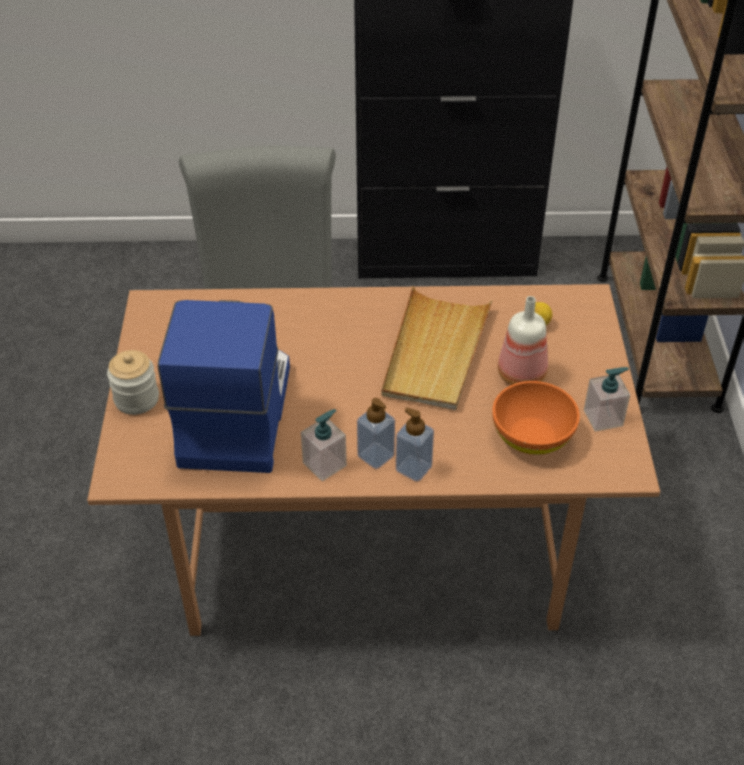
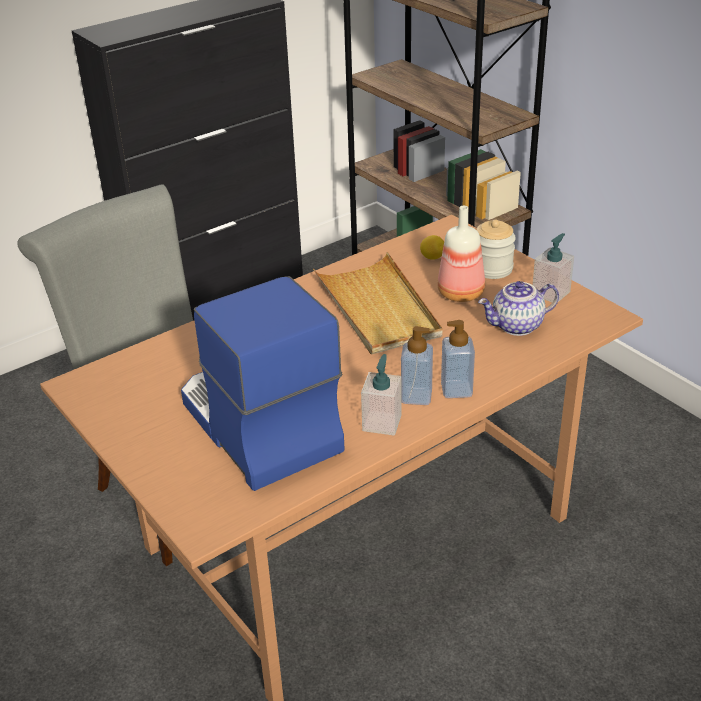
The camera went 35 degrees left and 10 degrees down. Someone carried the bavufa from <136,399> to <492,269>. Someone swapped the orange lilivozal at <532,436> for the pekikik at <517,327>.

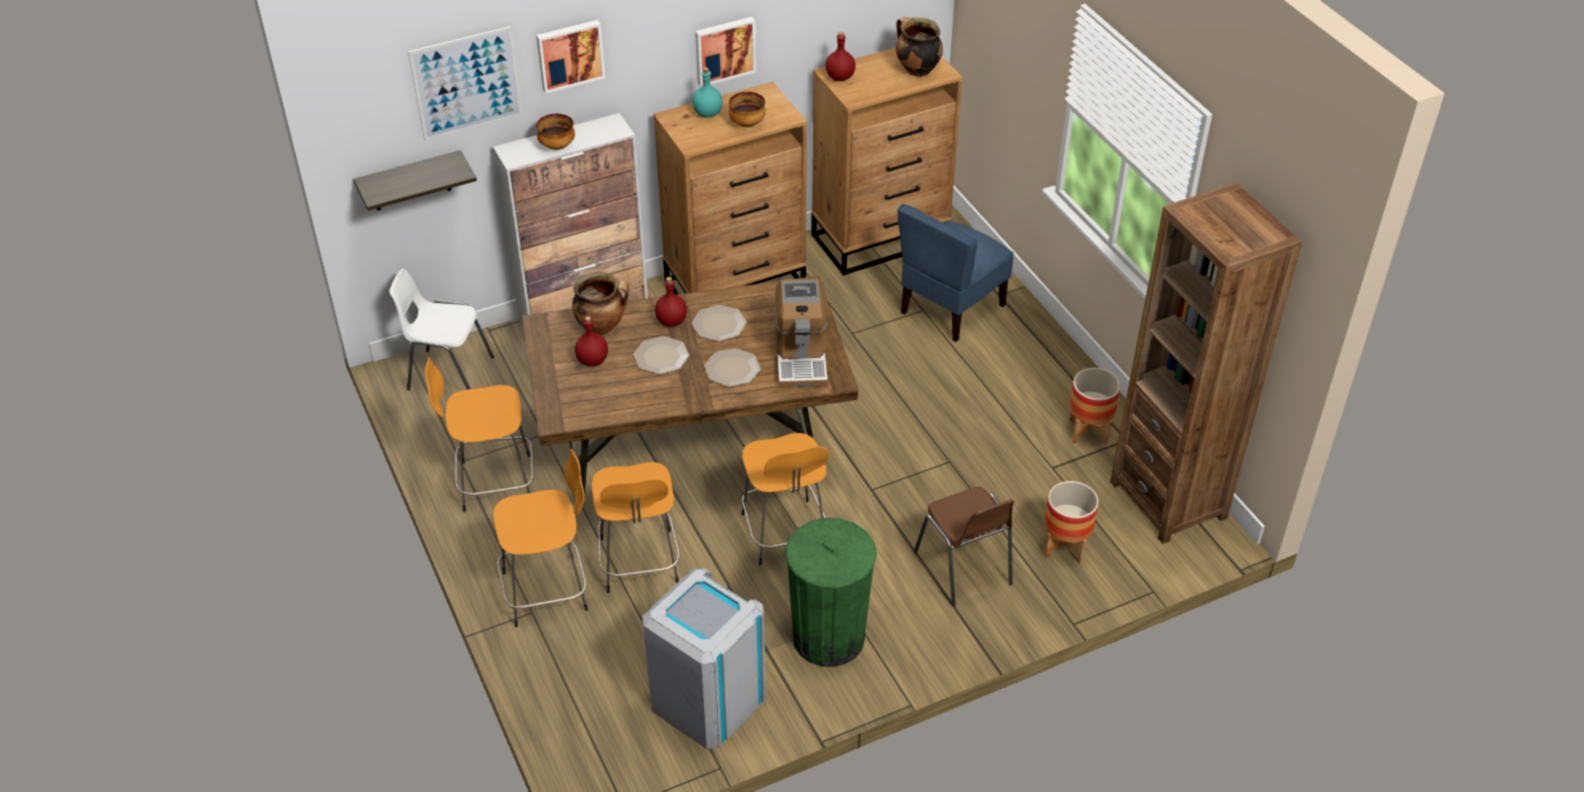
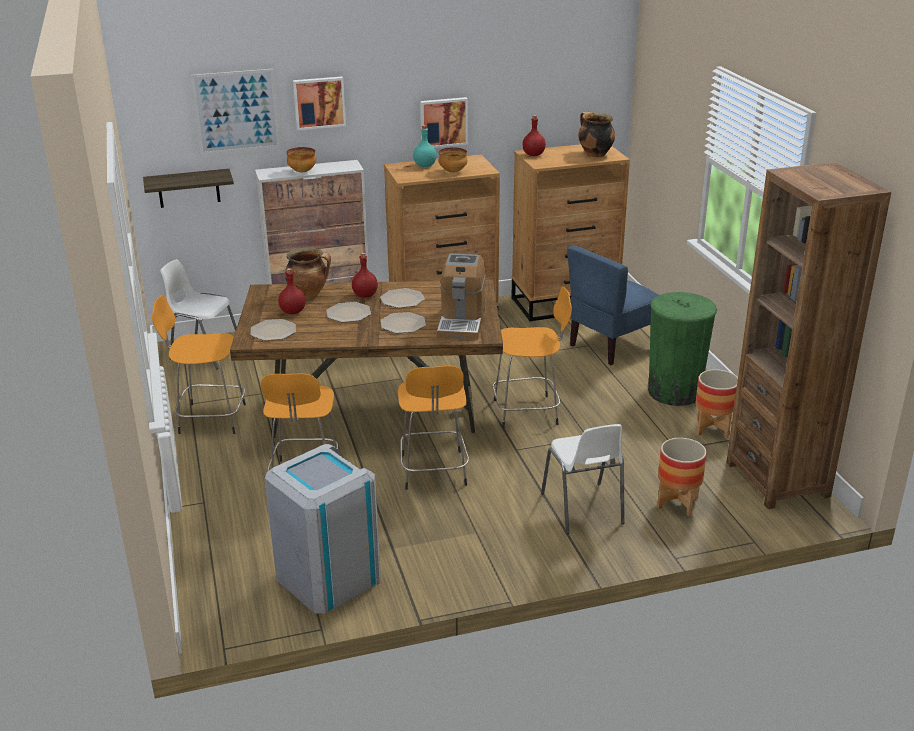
The camera went 10 degrees right and 15 degrees down. Someone carried the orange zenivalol from <549,590> to <528,412>. Someone carried the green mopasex from <828,637> to <674,392>. Someone repainted the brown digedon at <964,570>, which became the white digedon at <583,510>. Someone put down the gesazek at <273,331>.

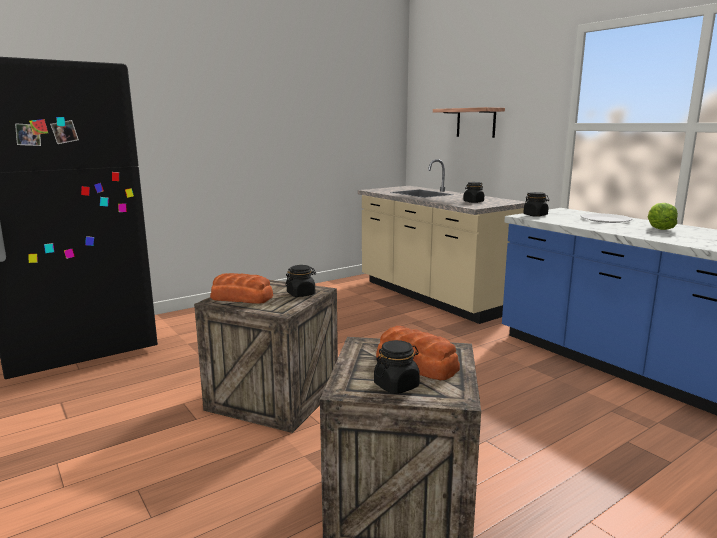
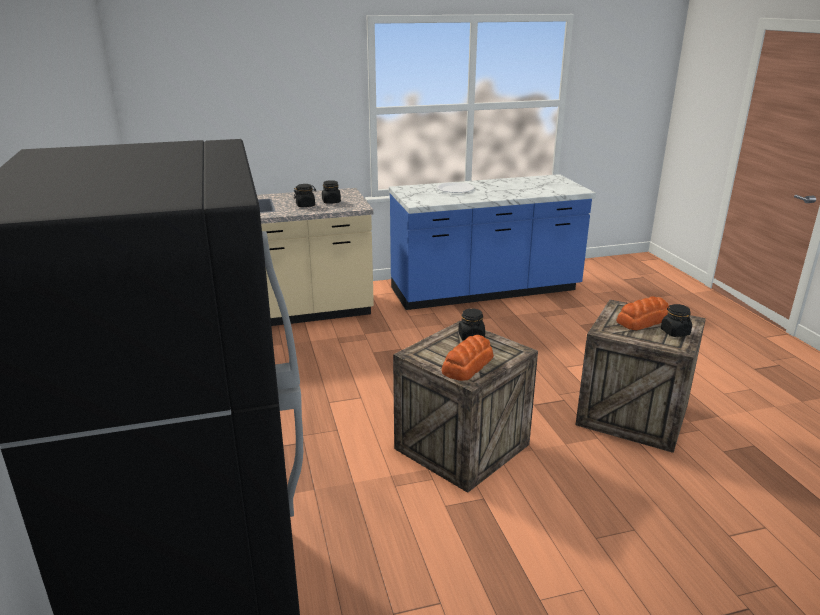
The camera went 70 degrees left and 10 degrees up. Someone took away the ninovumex at <476,123>. Someone carried the black bavufa from <535,215> to <305,205>. Someone took away the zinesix at <659,229>.

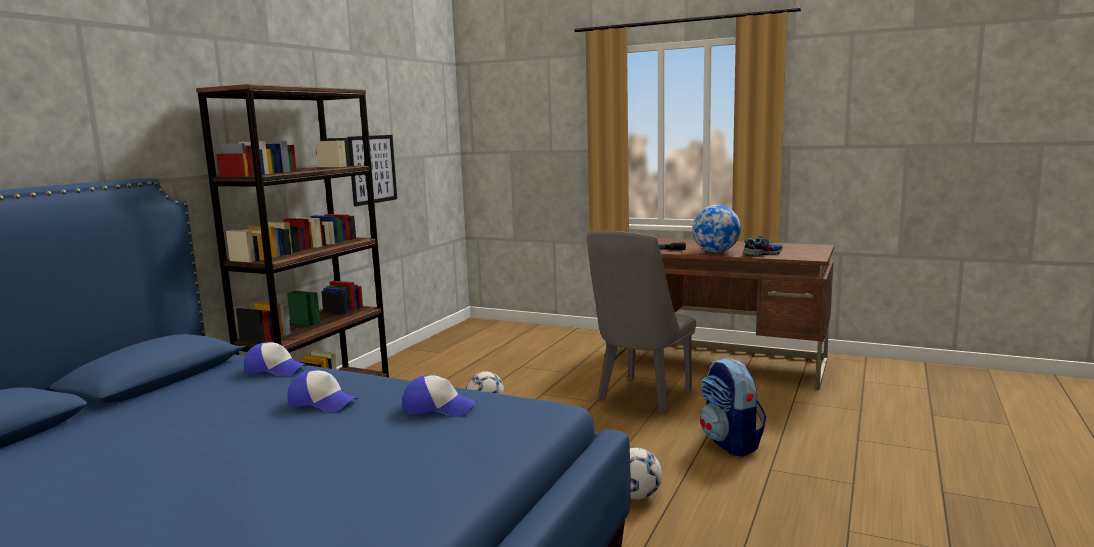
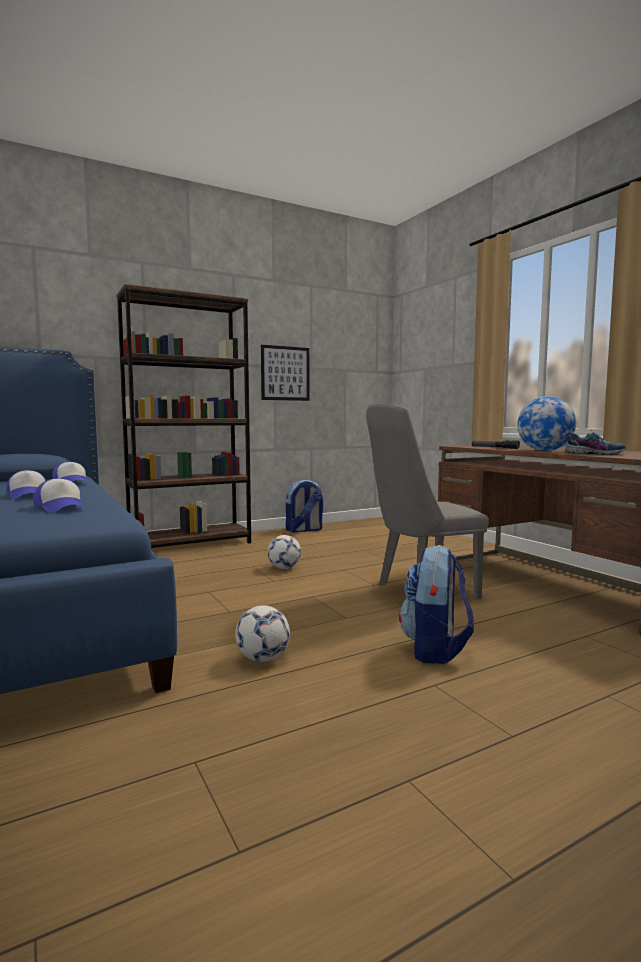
The camera went 35 degrees right and 5 degrees down. Someone put down the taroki at <304,530>.

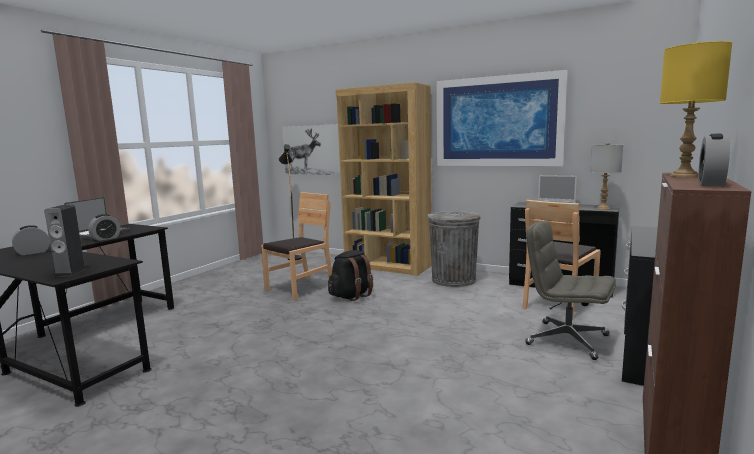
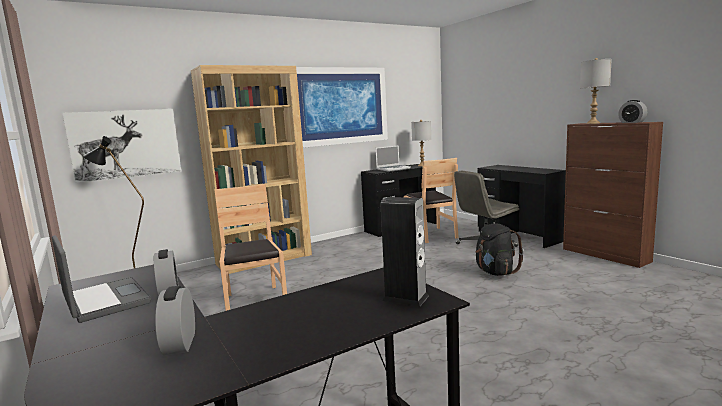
The camera went 60 degrees left and 0 degrees up. Someone carried the black taroki from <352,296> to <495,272>. Someone took away the grey mopasex at <453,280>. Someone repainted the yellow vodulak at <684,176>, which became the grey vodulak at <593,123>.

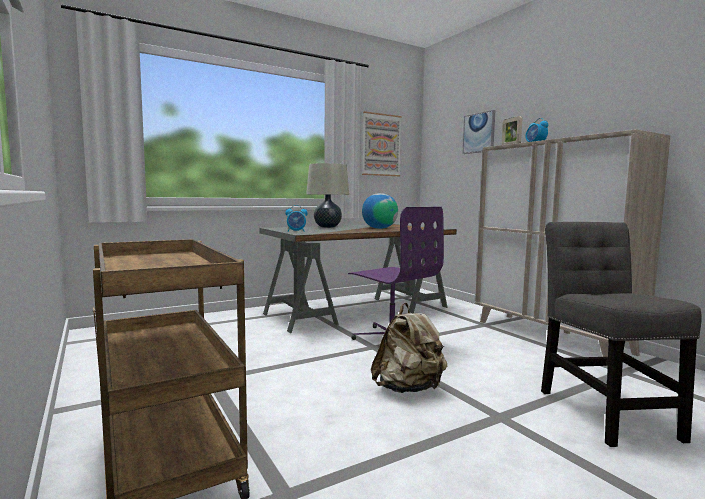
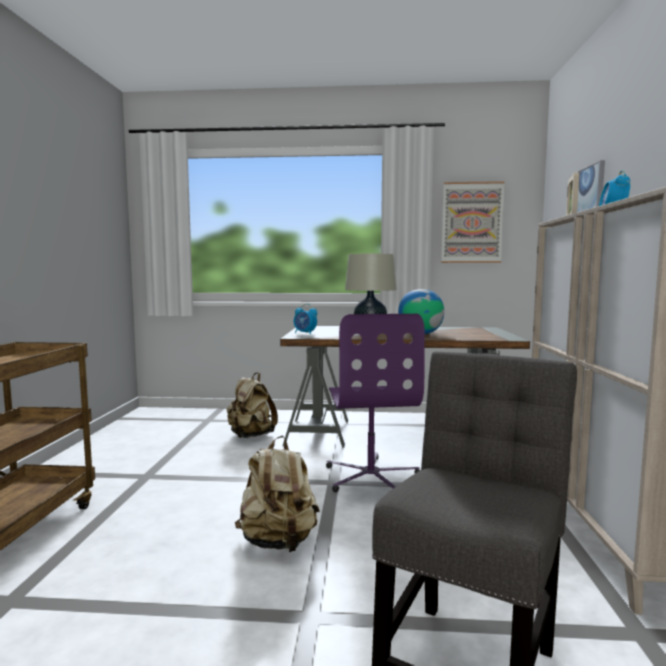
The camera went 35 degrees right and 0 degrees up. Someone put down the beige taroki at <251,436>.

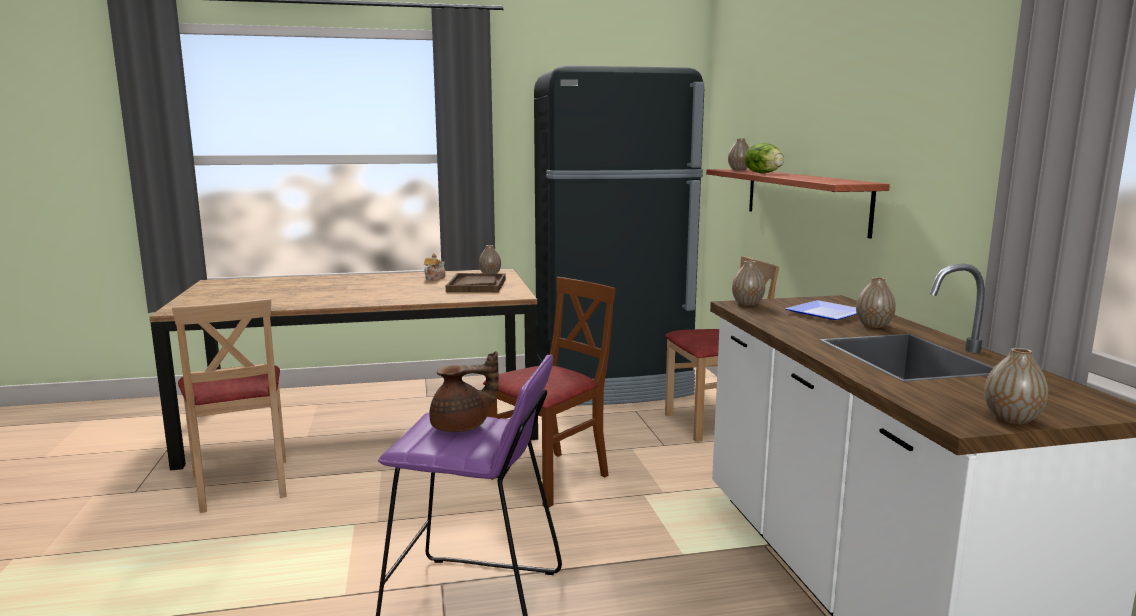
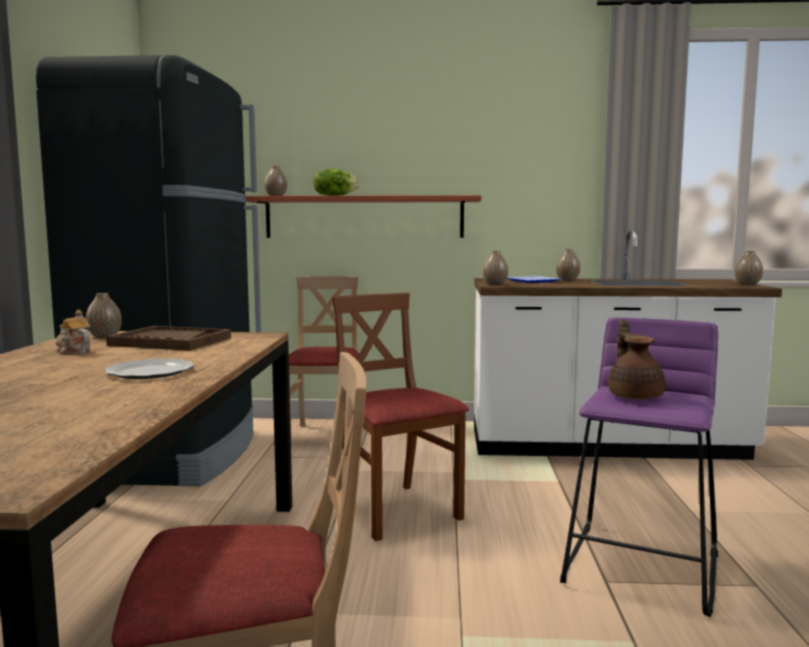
The camera went 75 degrees left and 5 degrees down. Someone put down the gesazek at <149,372>.

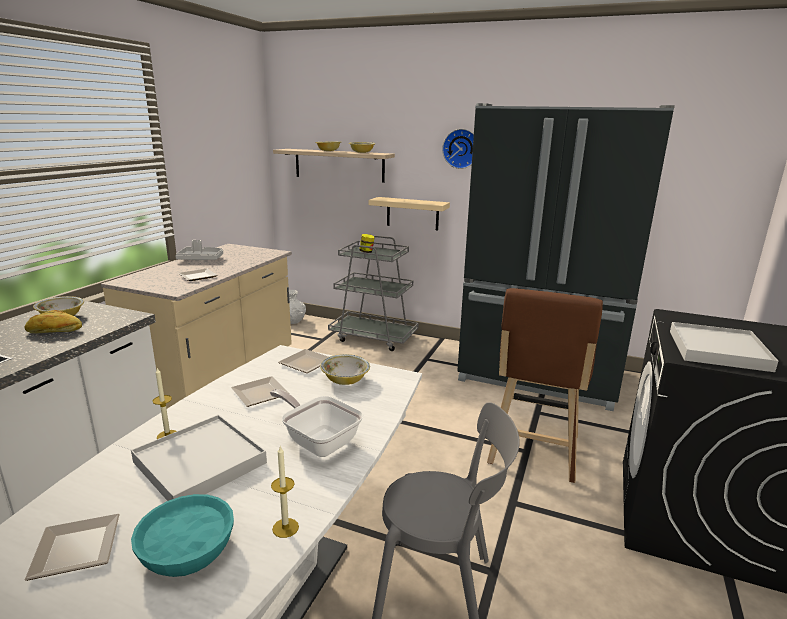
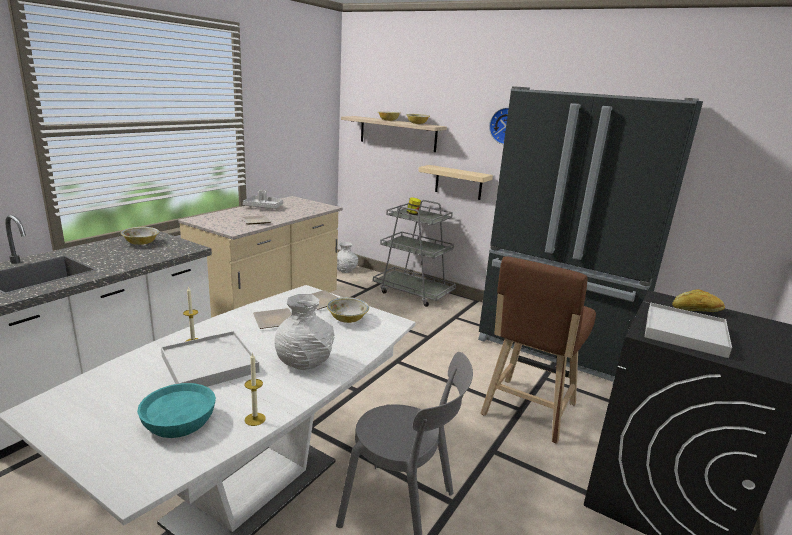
The camera went 10 degrees right and 0 degrees up. Someone carried the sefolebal from <55,331> to <697,310>. Someone took away the gesazek at <73,552>. Someone swapped the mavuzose at <318,441> for the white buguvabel at <305,362>.

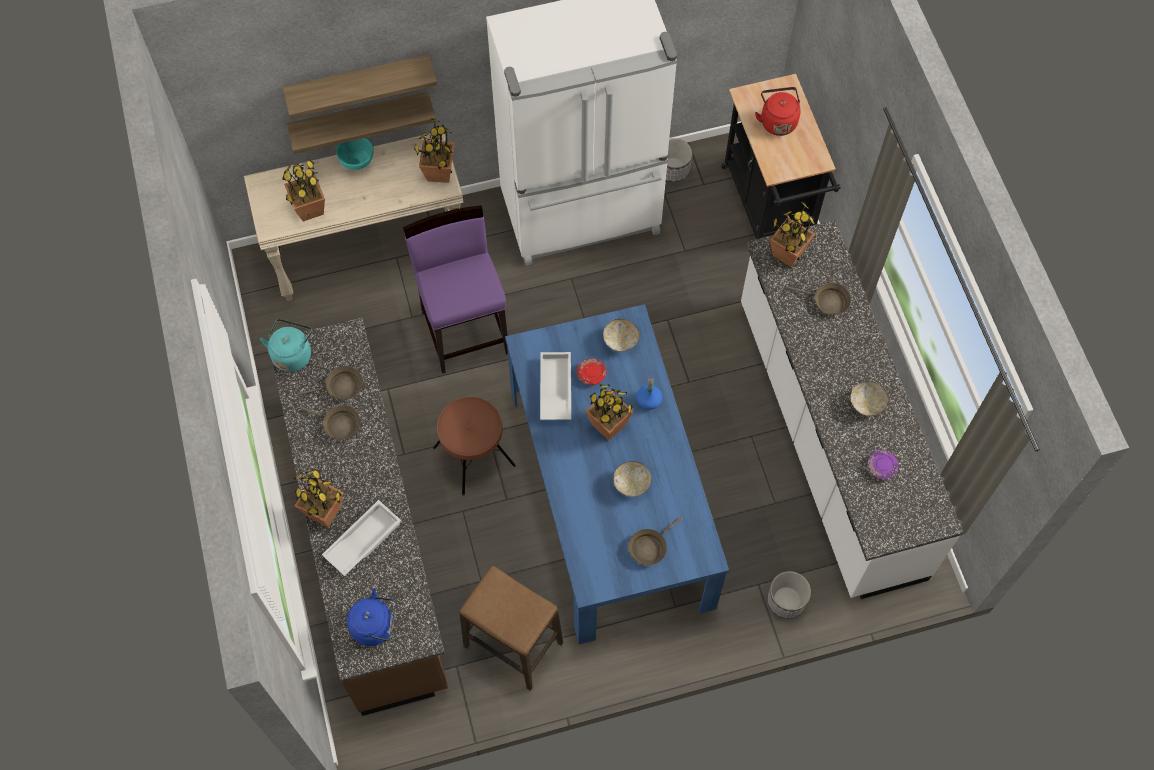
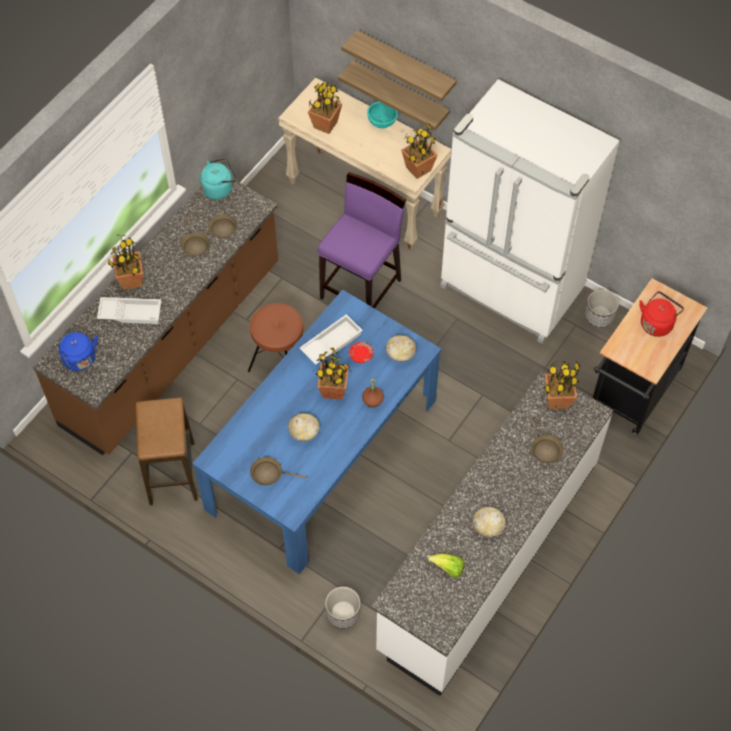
The camera went 50 degrees right and 5 degrees down. Someone repainted the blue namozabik at <648,401>, which became the brown namozabik at <372,400>. Someone swapped the purple gesazek at <881,467> for the zinesix at <448,568>.

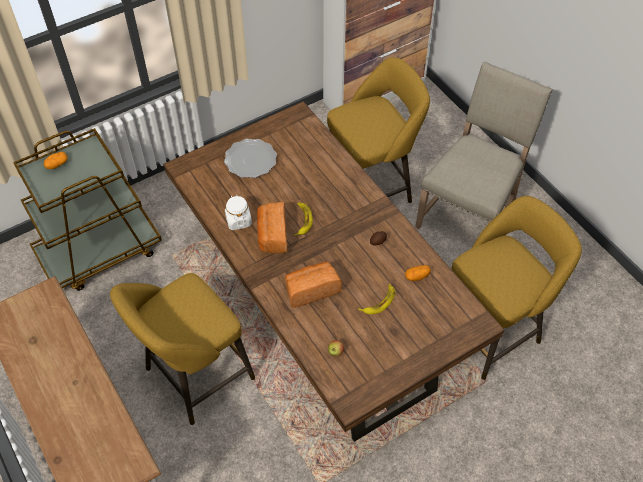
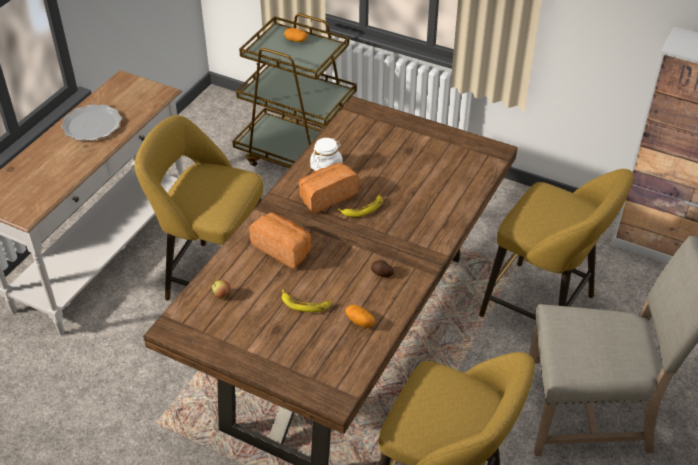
The camera went 60 degrees right and 10 degrees down. Someone carried the gesazek from <251,160> to <92,125>.

